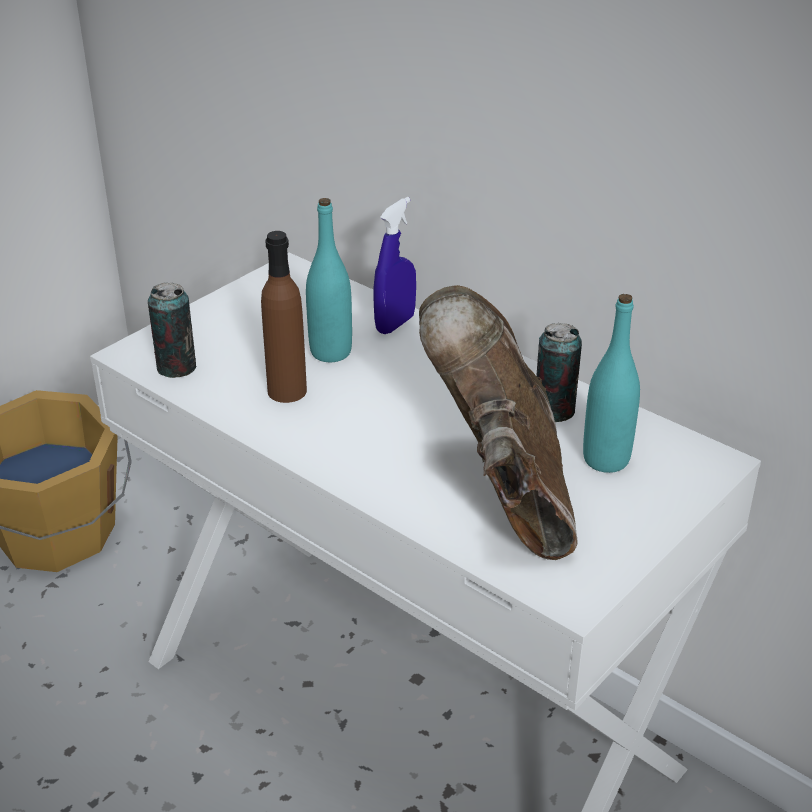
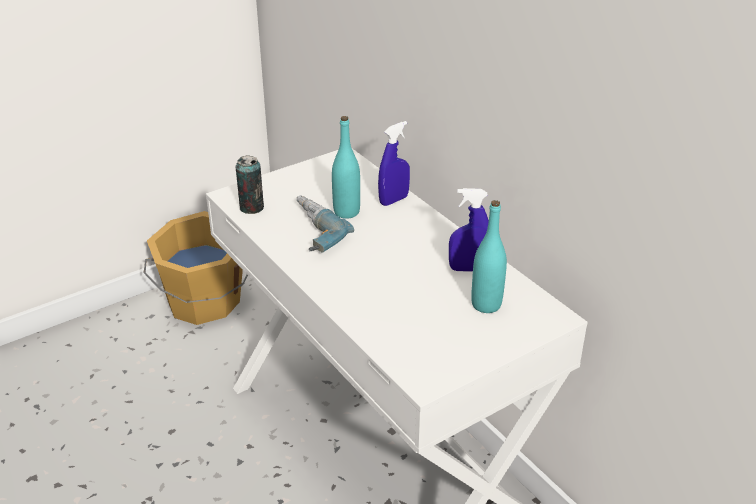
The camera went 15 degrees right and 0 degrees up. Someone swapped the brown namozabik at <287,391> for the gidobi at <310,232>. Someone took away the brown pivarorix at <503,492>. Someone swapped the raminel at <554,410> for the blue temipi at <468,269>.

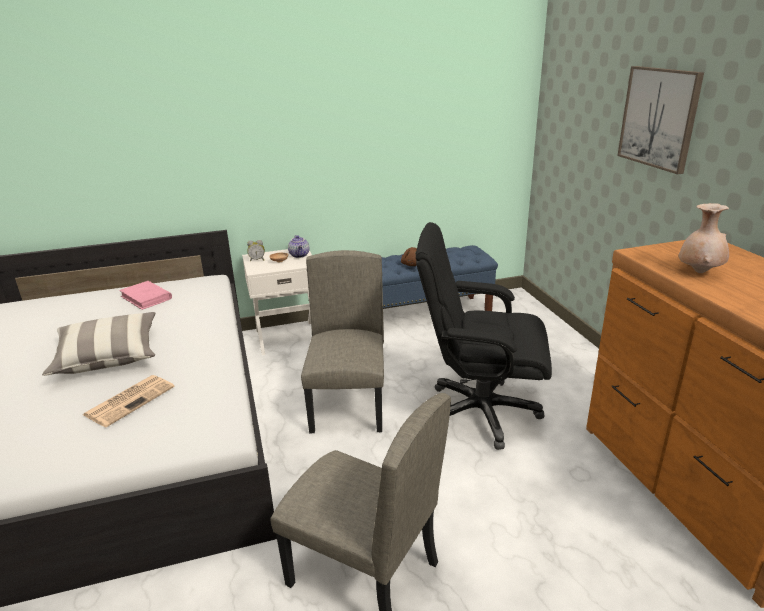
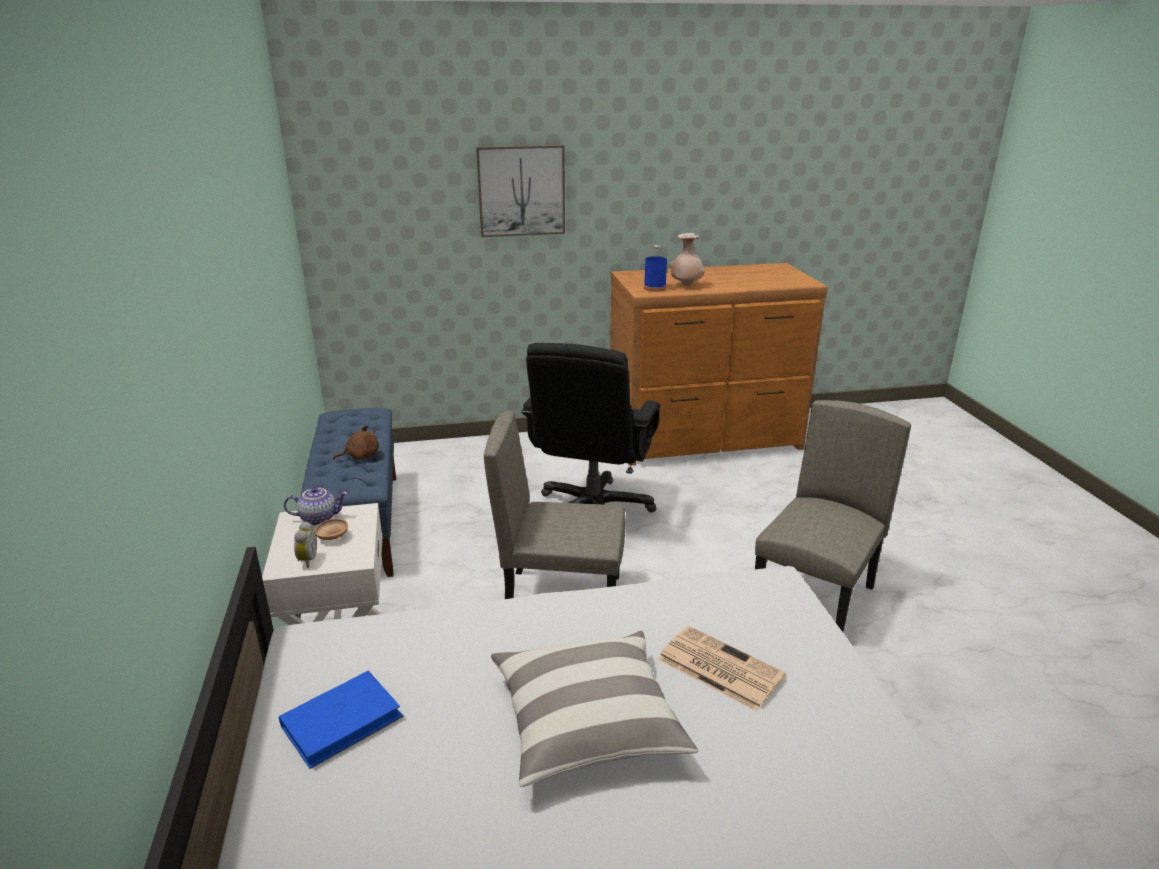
The camera went 85 degrees left and 0 degrees up. Someone repainted the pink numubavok at <146,298>, which became the blue numubavok at <342,721>. Someone put down the blue namozabik at <654,288>.

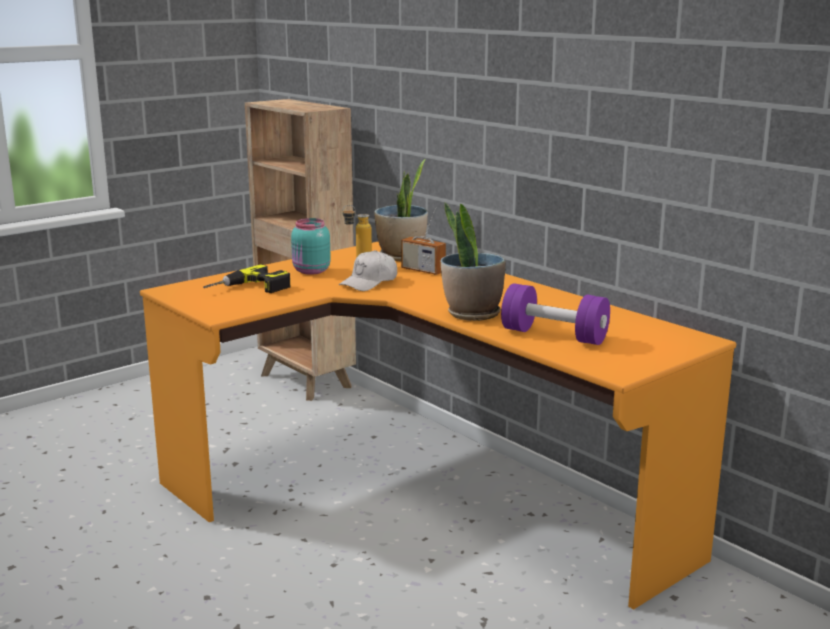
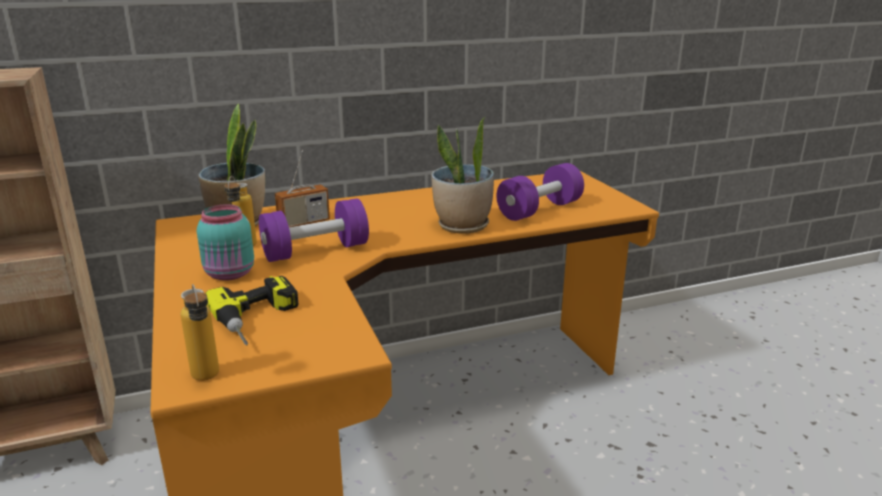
The camera went 70 degrees left and 5 degrees up. Someone swapped the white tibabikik at <369,282> for the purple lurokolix at <316,251>. Someone put down the namozabik at <207,380>.

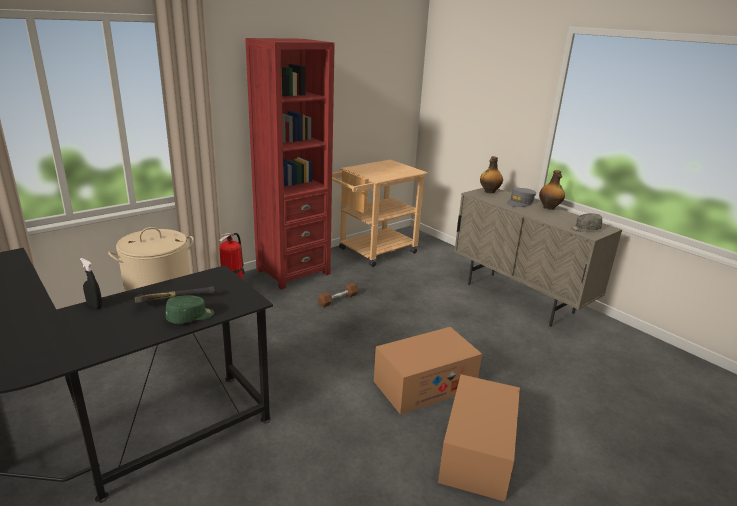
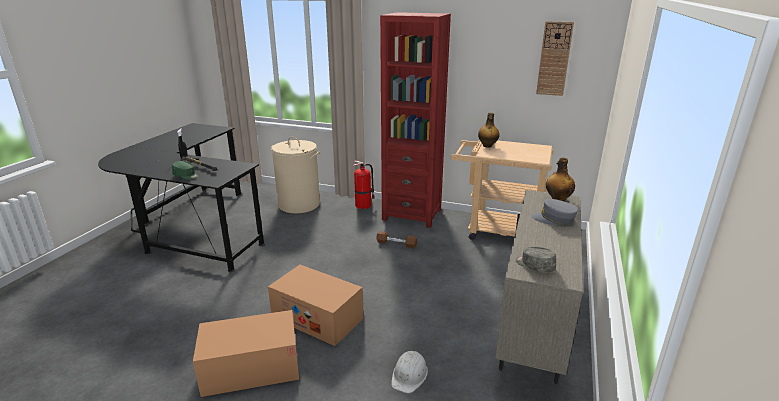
The camera went 60 degrees right and 0 degrees up. Someone carried the namozabik from <549,208> to <487,146>. Someone put down the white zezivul at <409,375>. Someone put up the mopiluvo at <554,59>.

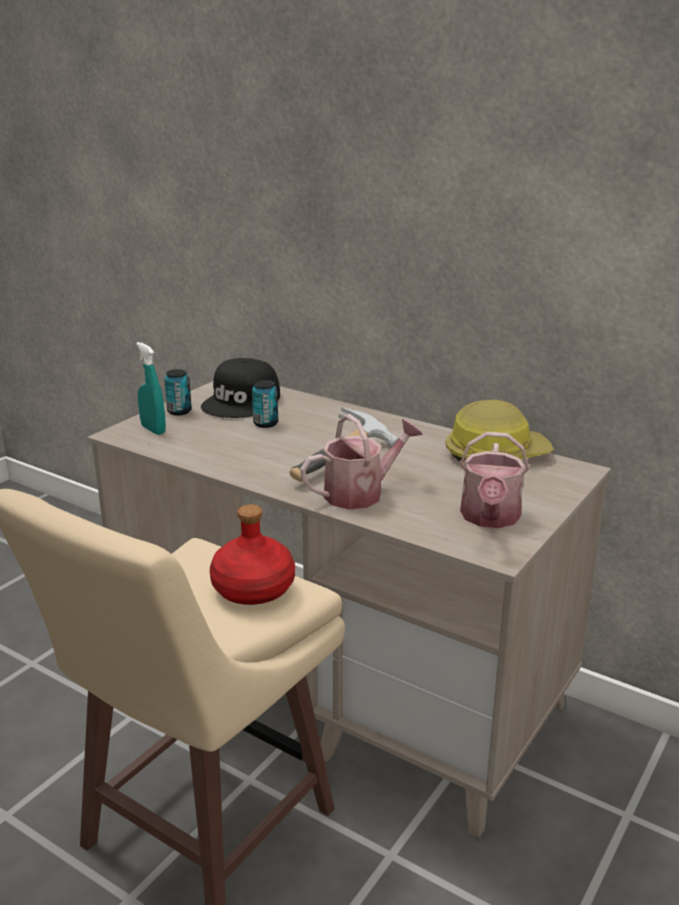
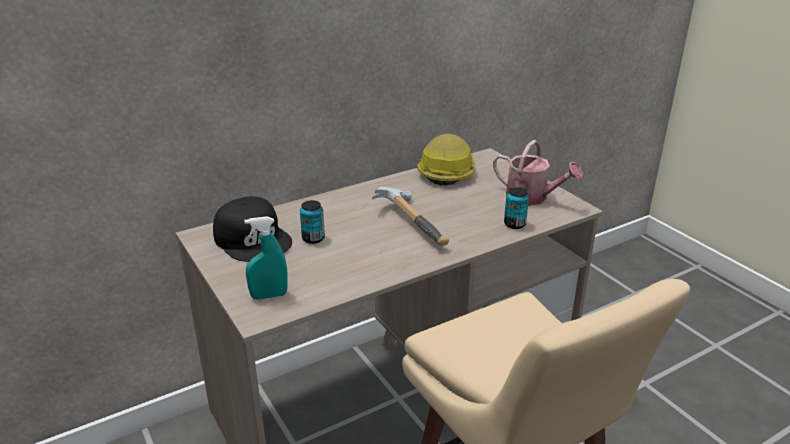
The camera went 65 degrees left and 5 degrees up. Someone carried the raminel from <179,411> to <514,224>. Someone took away the red namozabik at <252,589>. Someone took away the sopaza at <361,493>.

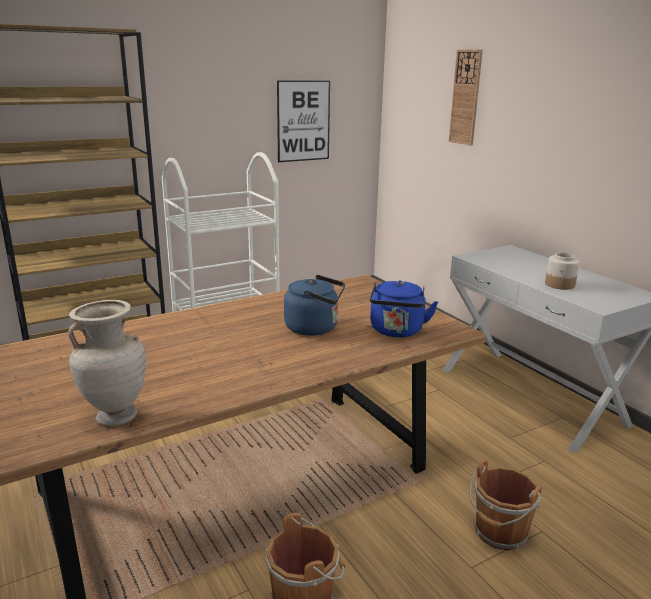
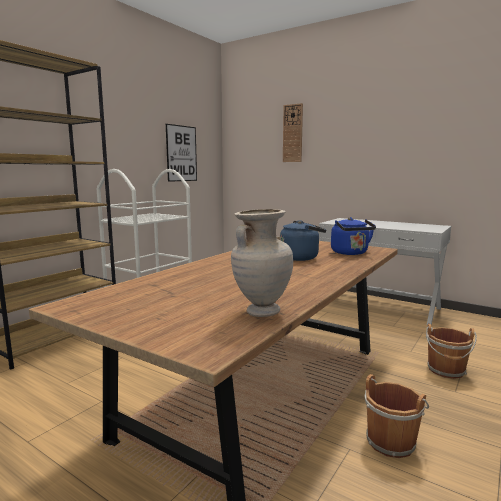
The camera went 25 degrees left and 10 degrees down. Someone took away the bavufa at <560,285>.

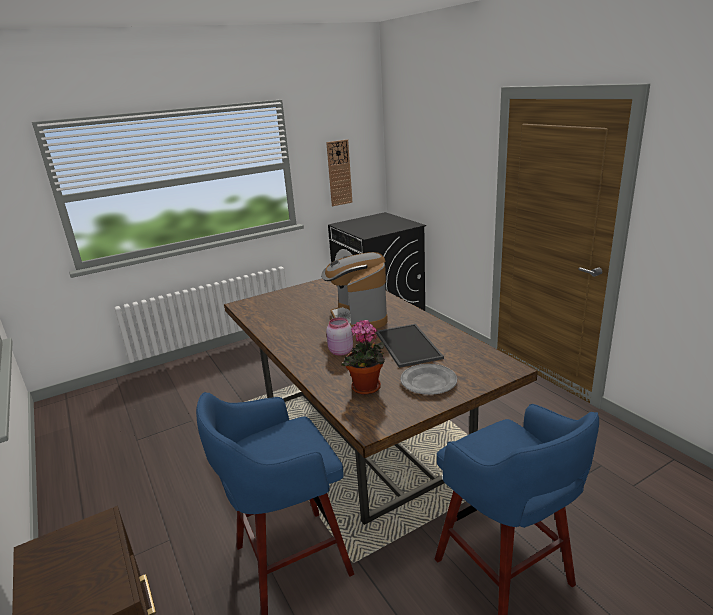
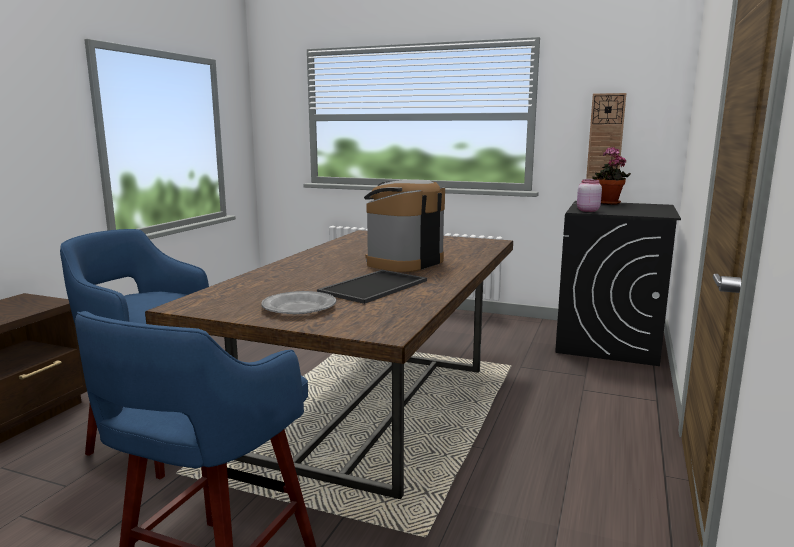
The camera went 50 degrees right and 10 degrees down. Someone carried the pink bavufa from <340,352> to <587,210>. Someone carried the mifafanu from <366,389> to <608,203>.

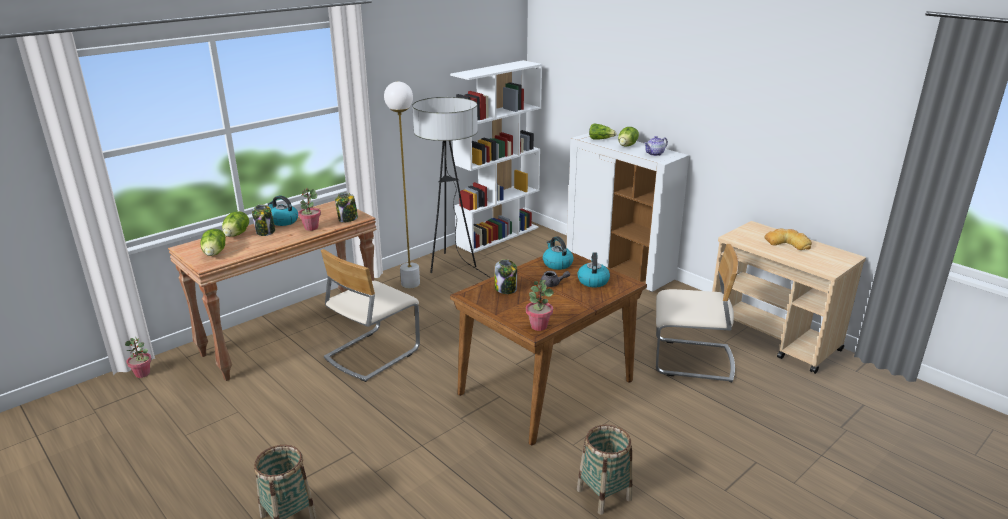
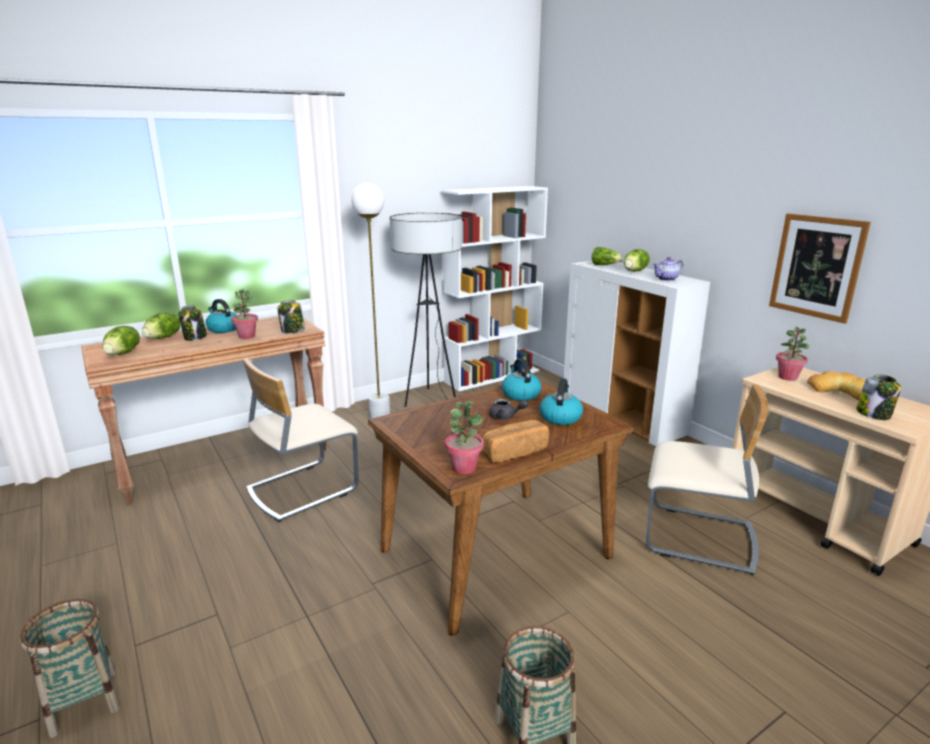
The camera went 10 degrees right and 5 degrees down. Someone carried the mifafanu from <142,374> to <787,377>. Someone carried the bavufa from <506,289> to <874,414>. Someone put down the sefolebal at <513,451>. Someone put up the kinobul at <816,267>.

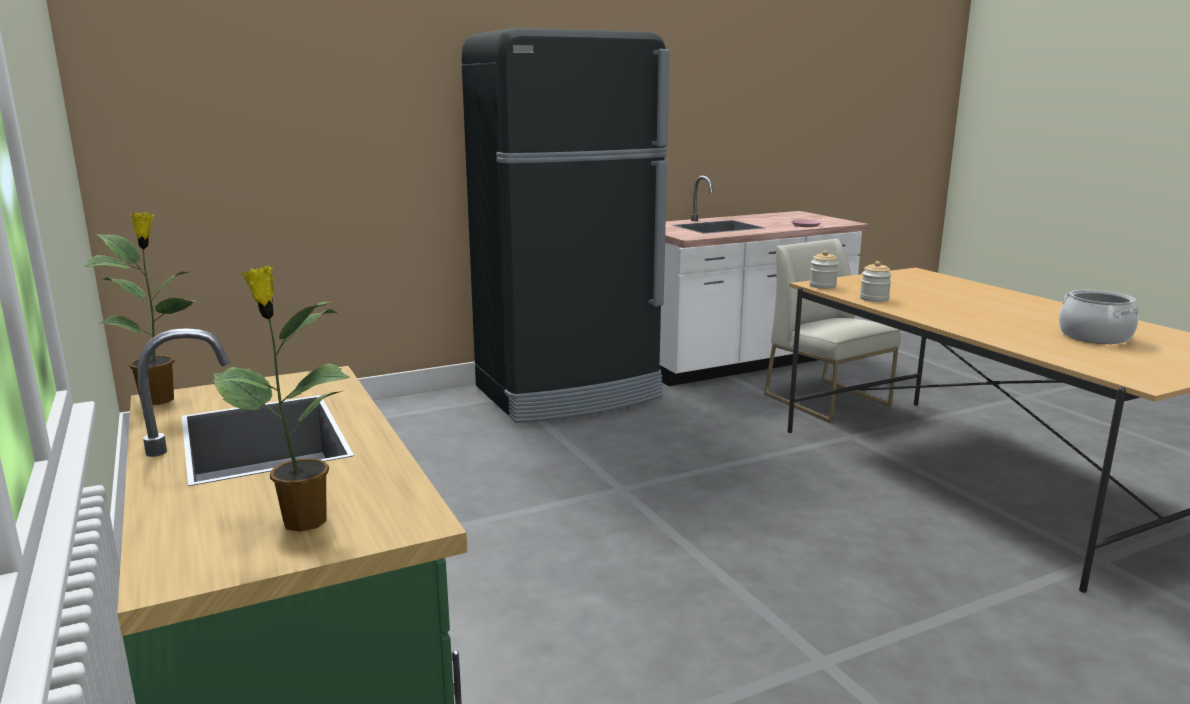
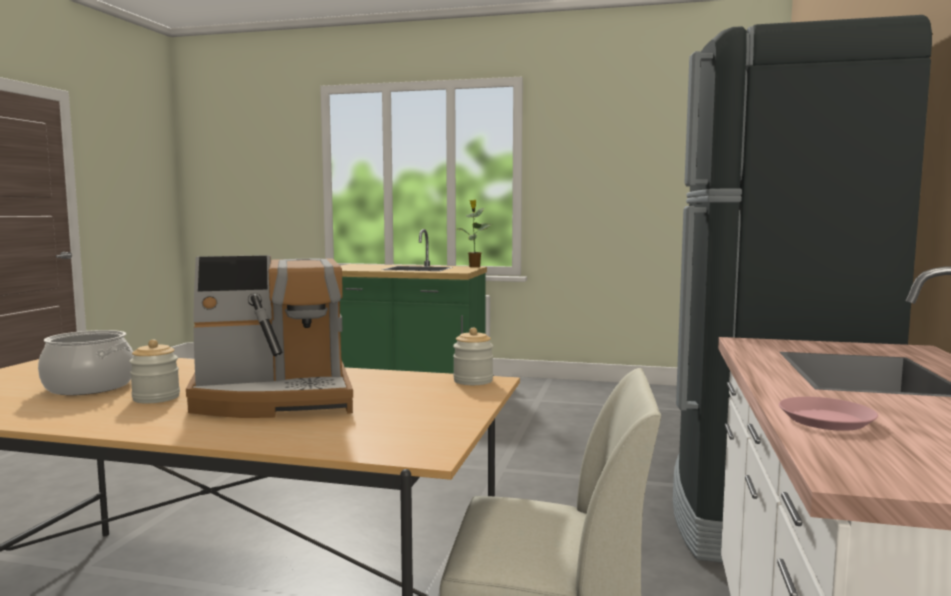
The camera went 130 degrees right and 10 degrees down. Someone took away the mifafanu at <301,521>. Someone carried the bavufa from <874,299> to <156,398>. Someone put down the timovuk at <275,398>.

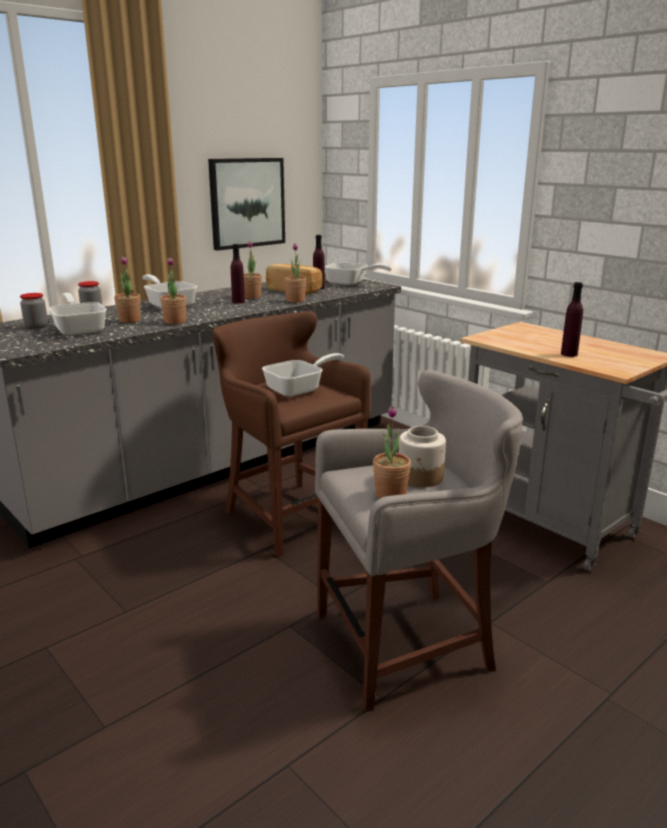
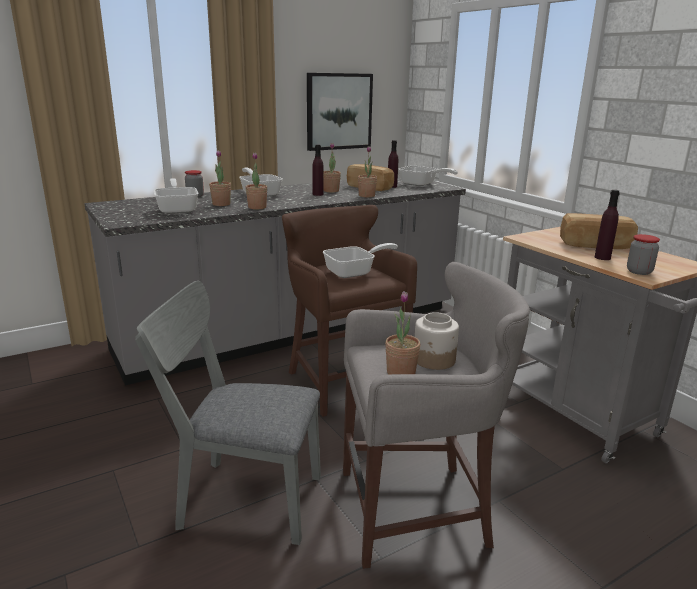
The camera went 10 degrees right and 0 degrees up. Someone carried the bavufa from <36,327> to <639,271>. Someone put down the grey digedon at <240,498>. Someone put down the sefolebal at <595,246>.

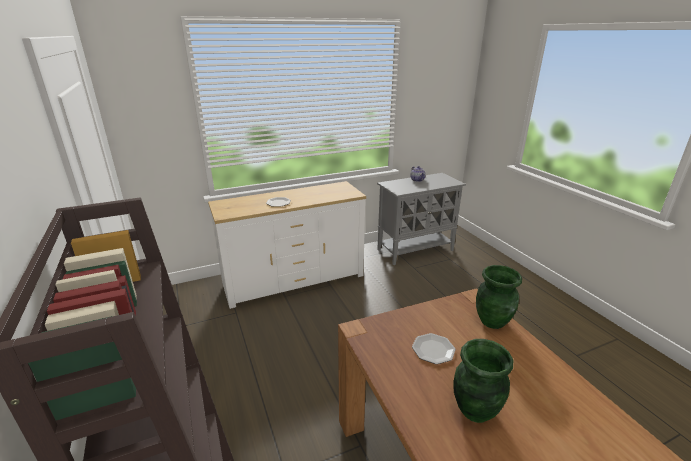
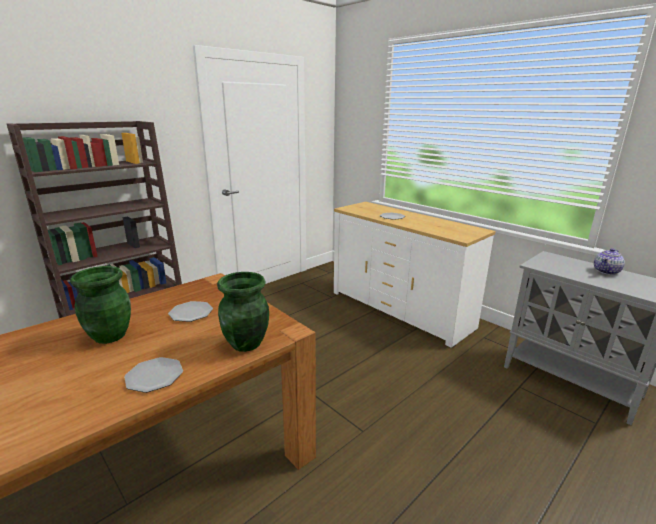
The camera went 70 degrees right and 5 degrees down. Someone put down the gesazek at <154,376>.

